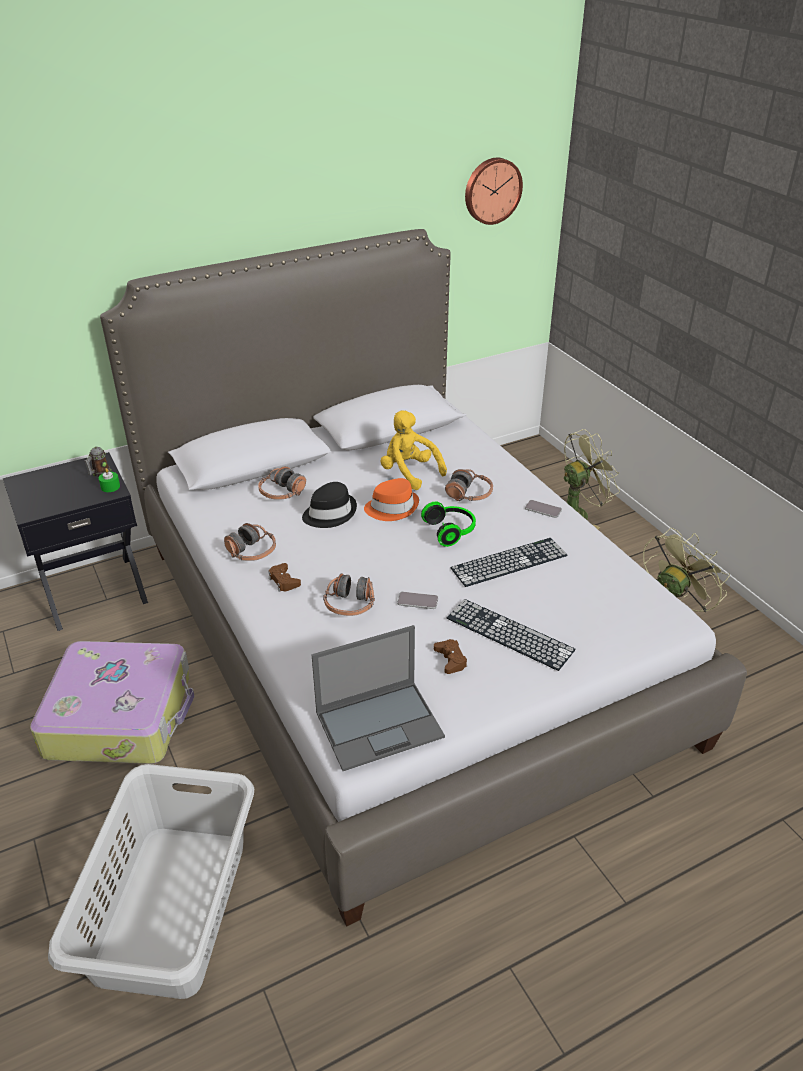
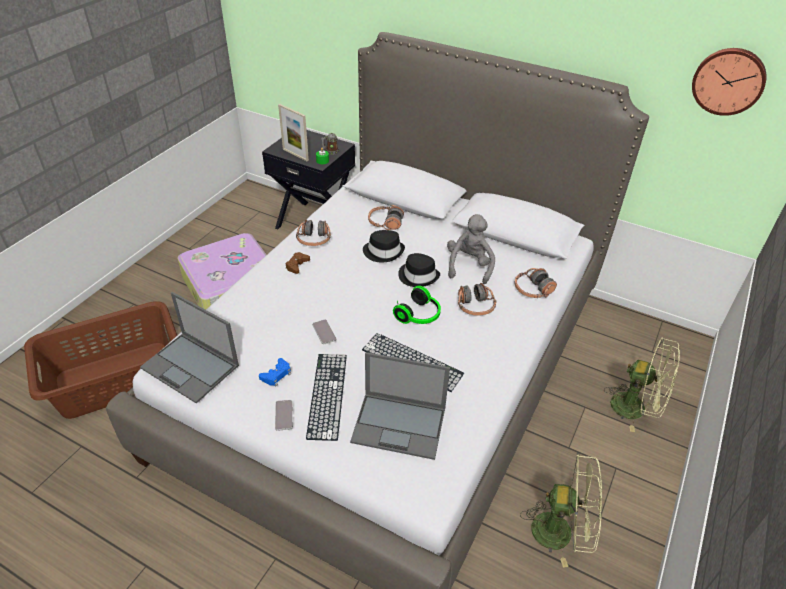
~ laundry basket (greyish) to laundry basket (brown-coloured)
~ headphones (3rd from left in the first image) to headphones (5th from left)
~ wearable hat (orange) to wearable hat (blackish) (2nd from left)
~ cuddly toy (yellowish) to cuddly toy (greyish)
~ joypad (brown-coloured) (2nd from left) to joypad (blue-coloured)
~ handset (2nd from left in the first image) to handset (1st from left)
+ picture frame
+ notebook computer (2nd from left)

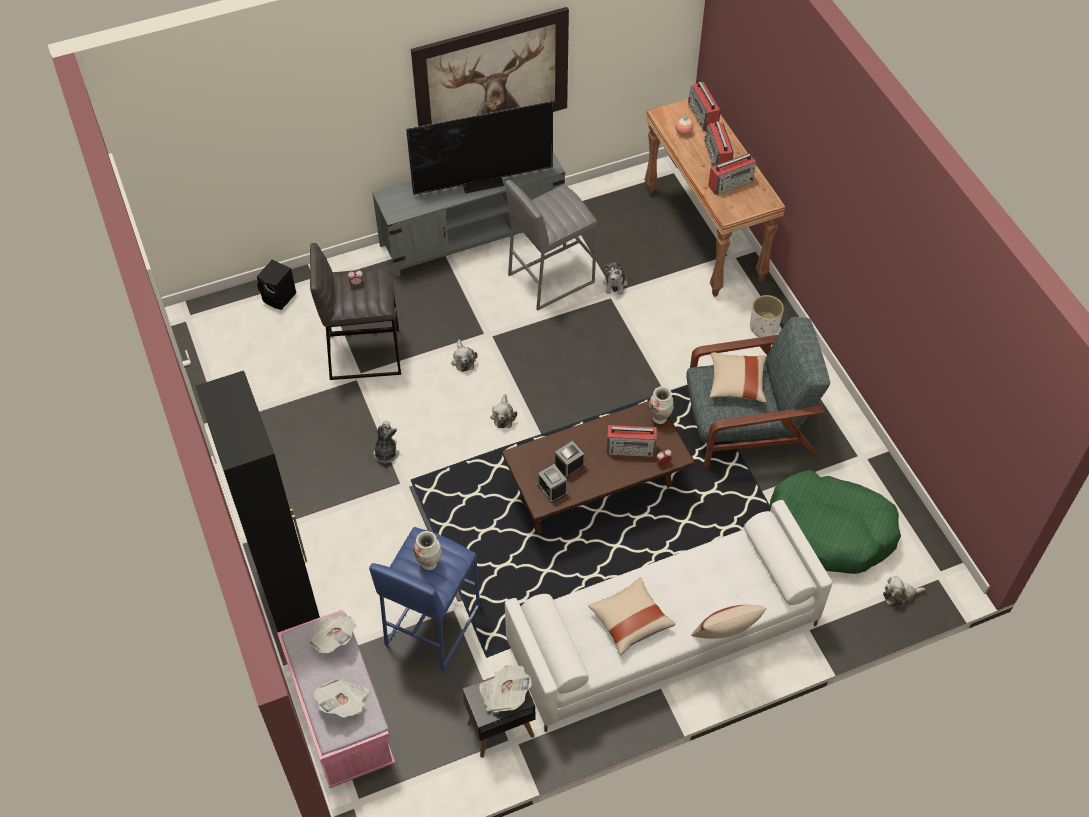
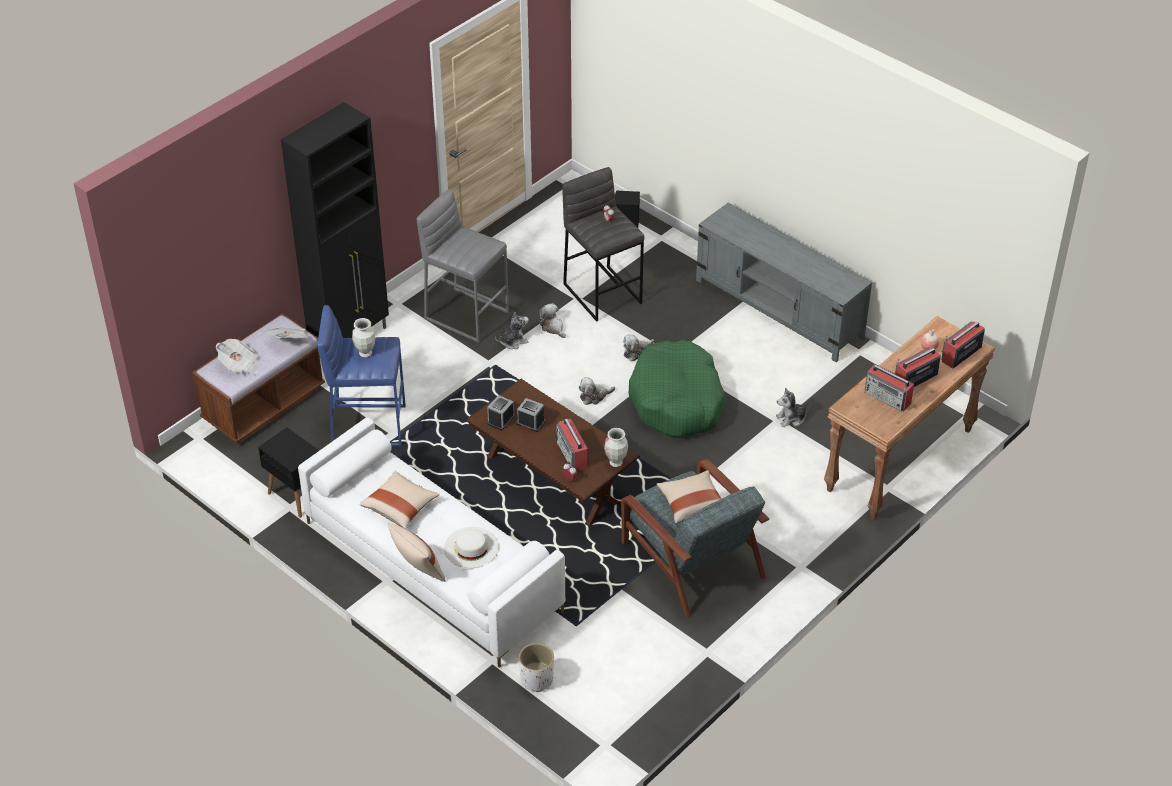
~ indoor bench (pink-coloured) to indoor bench (brown-coloured)
- TV
- wall art
- newspaper (3rd from left)
~ sitting stool (greyish) (2nd from left in the first image) to sitting stool (greyish) (1st from left)
~ flower pot (white-coloured)
~ pet bed (greenish)
~ cuddly toy (5th from left in the first image) to cuddly toy (2nd from left)
+ wearable hat (white-coloured)

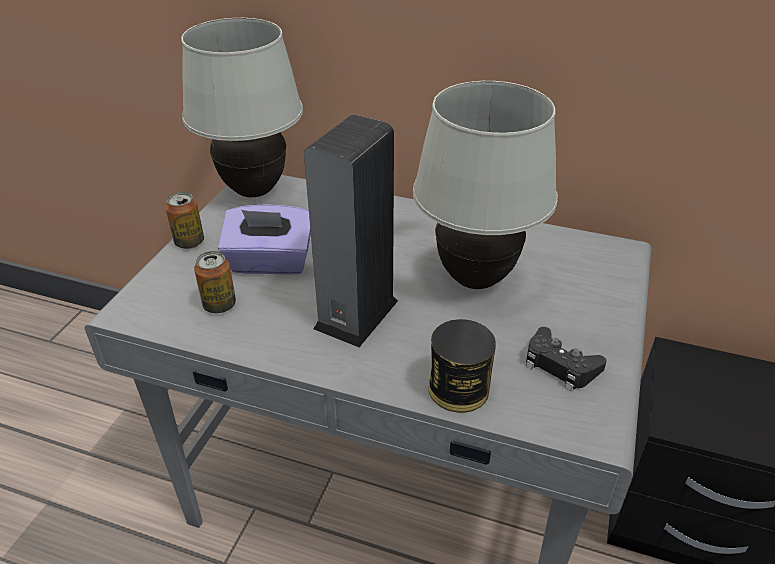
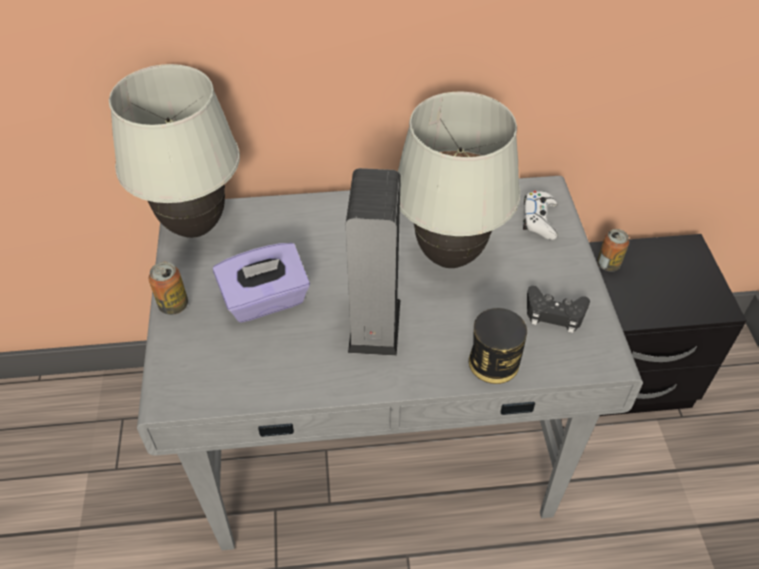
~ sealed can (2nd from left in the first image) to sealed can (3rd from left)
+ joypad (white-coloured)

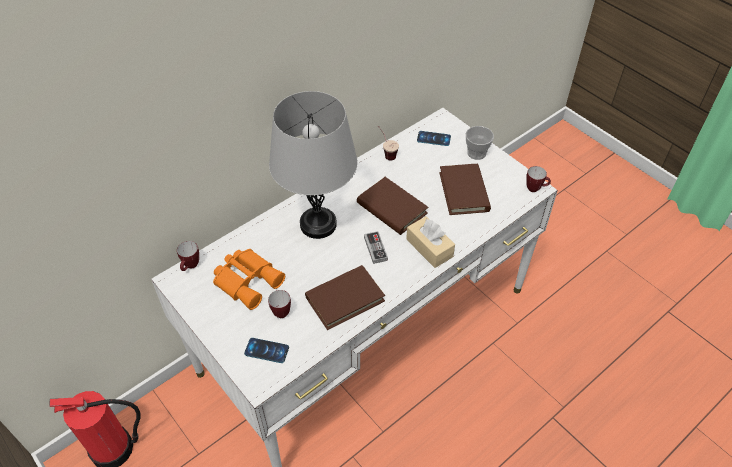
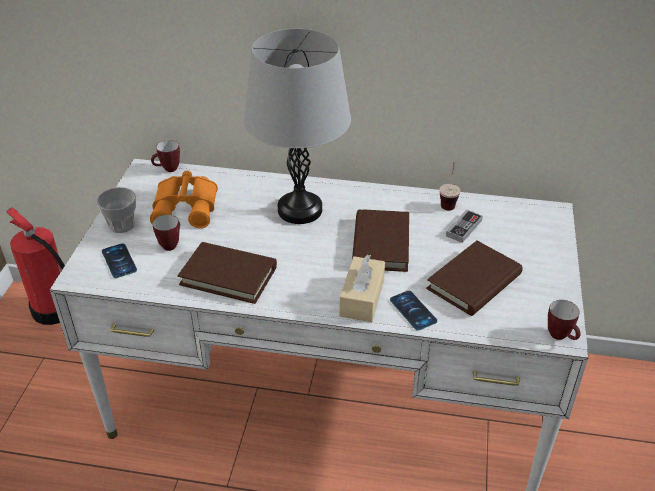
~ joypad
~ handset (2nd from left)
~ cup (2nd from left in the first image) to cup (1st from left)

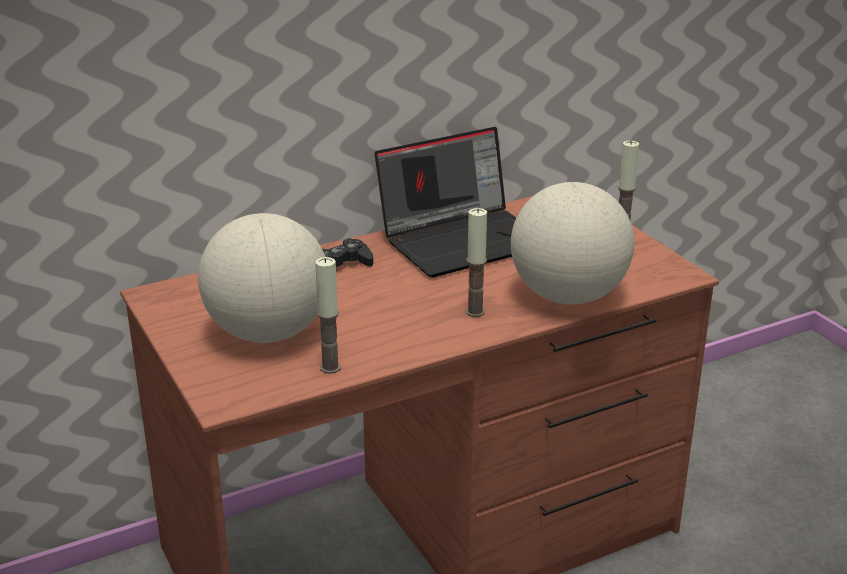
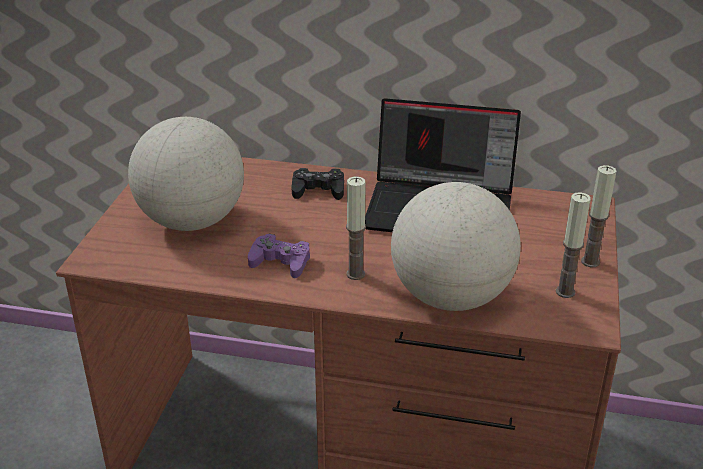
~ candle (1st from left in the first image) to candle (2nd from left)
+ joypad (purple)

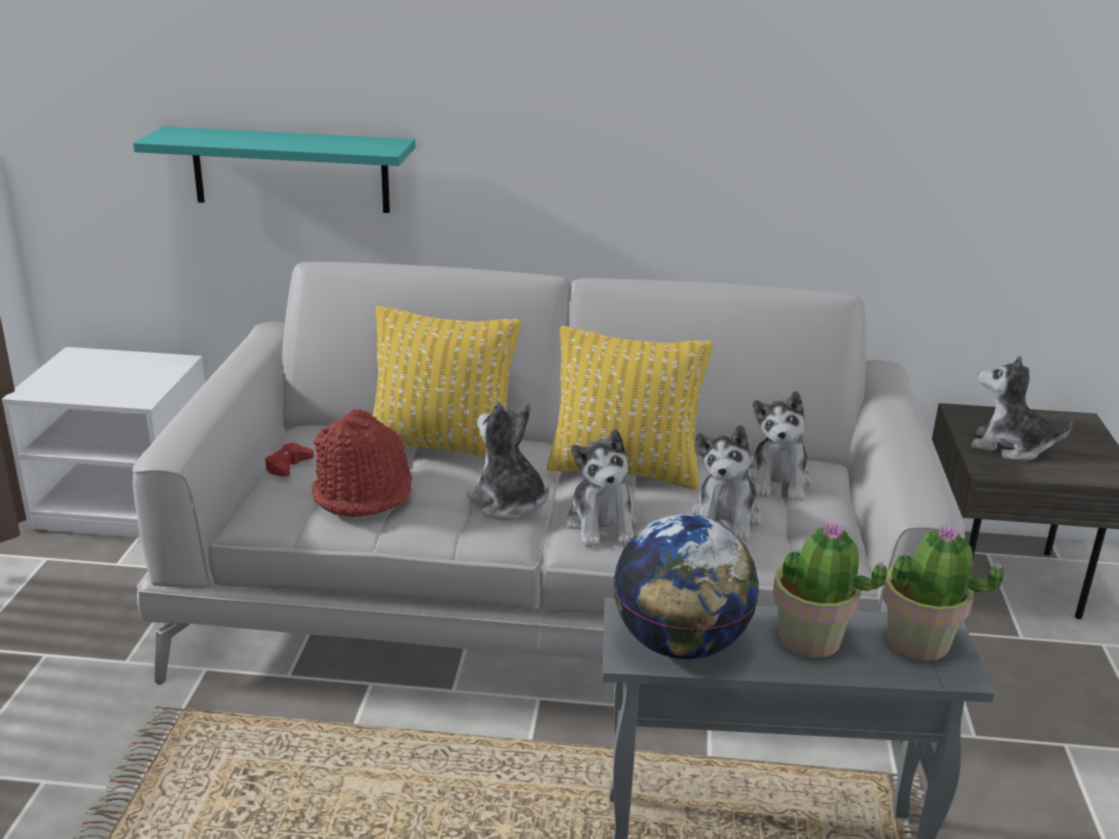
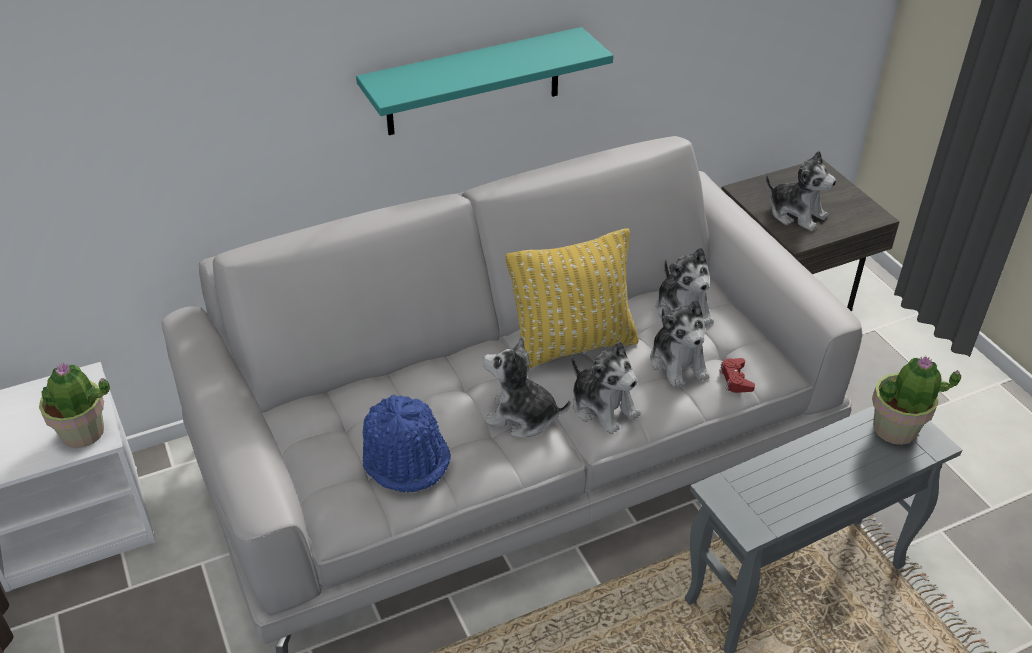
~ shelf (turquoise)
~ joypad (red)
~ wearable hat (red) to wearable hat (blue-coloured)
- throw pillow (yellowish) (1st from left)
- world globe
~ potted plant (1st from left)
~ cuddly toy (5th from left) 135 degrees counterclockwise

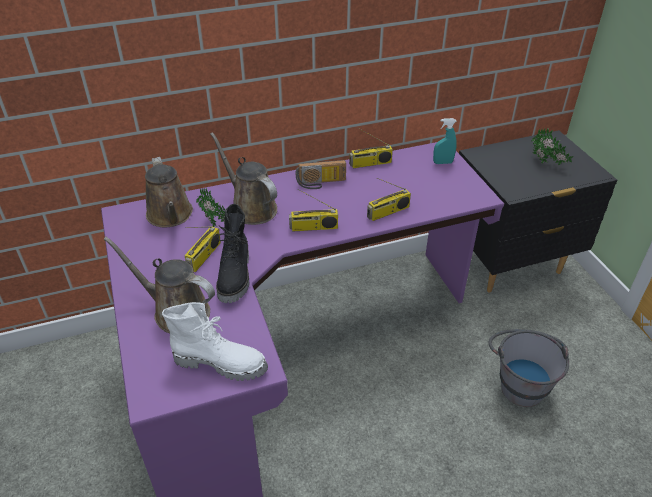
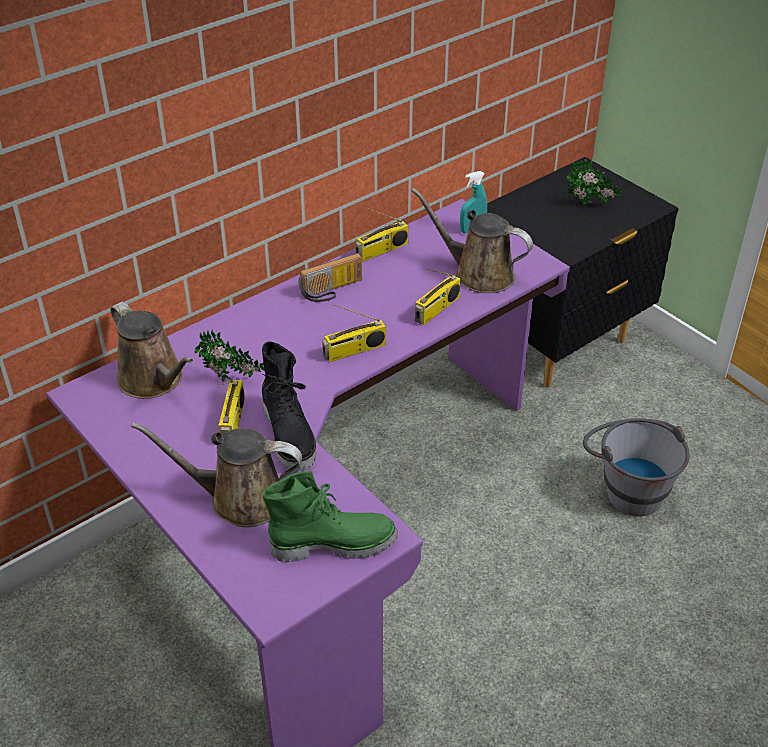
~ tall boot (white-coloured) to tall boot (greenish)
~ watering can (brown-coloured) (3rd from left)

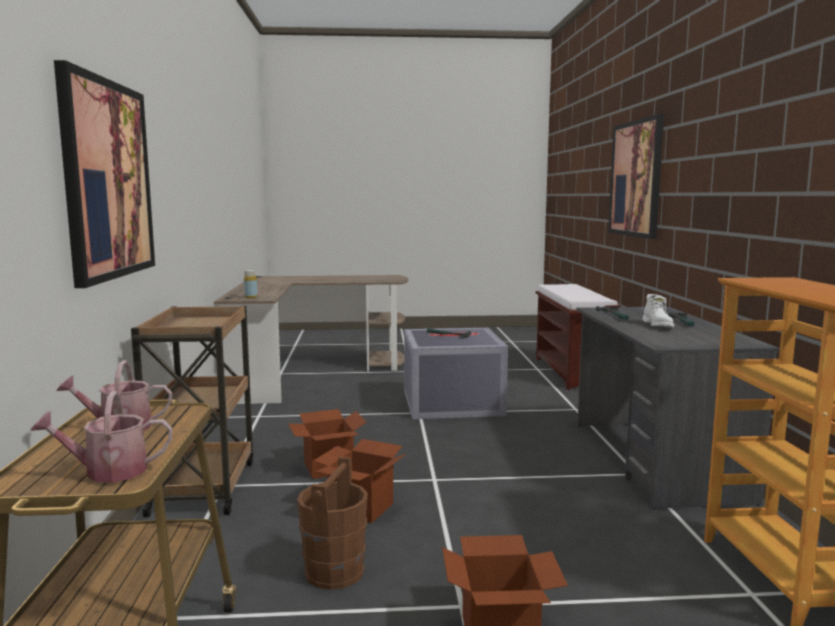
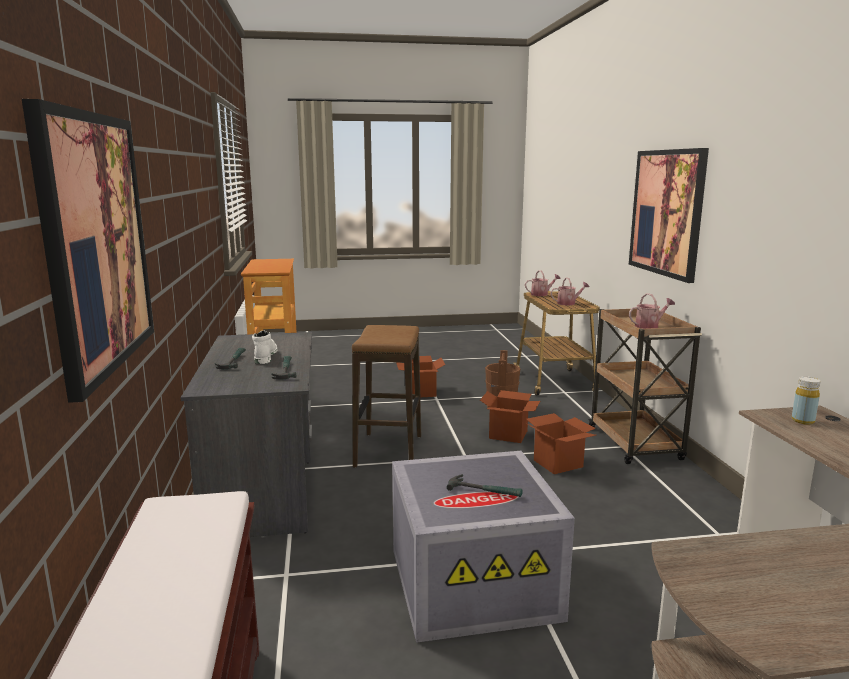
+ sitting stool
+ watering can (3rd from left)

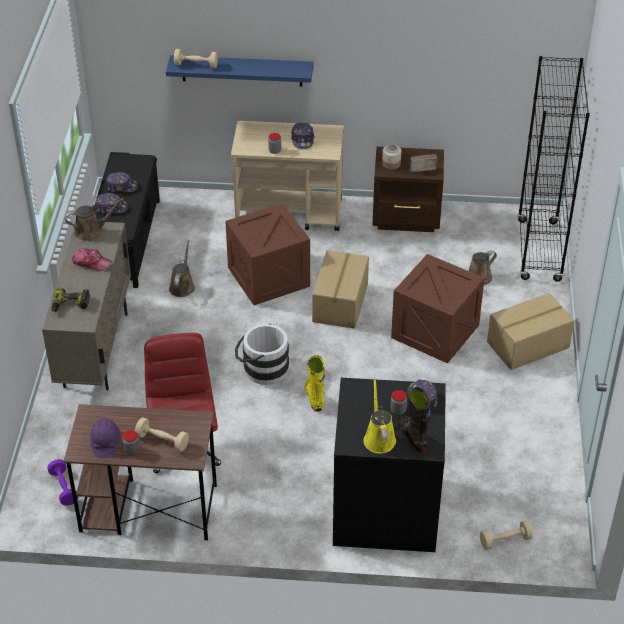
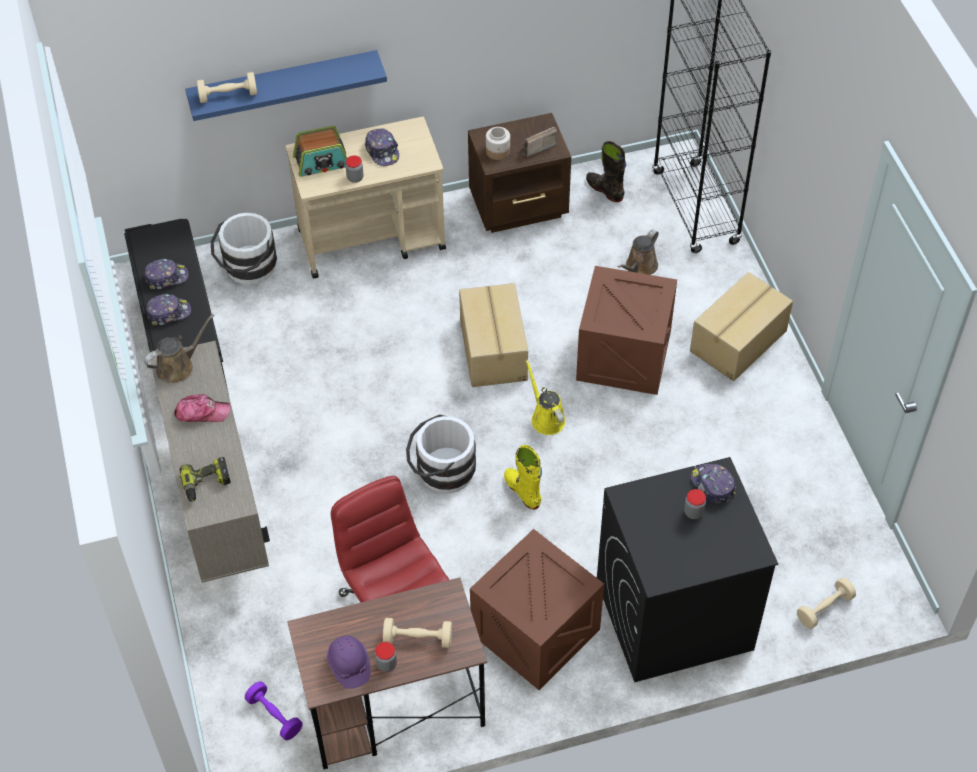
- watering can (brown-coloured) (2nd from left)
~ packing crate (1st from left)
~ watering can (yellowish)
~ tall boot (blackish)
+ pail (white-coloured) (1st from left)
+ radio set (1st from left)

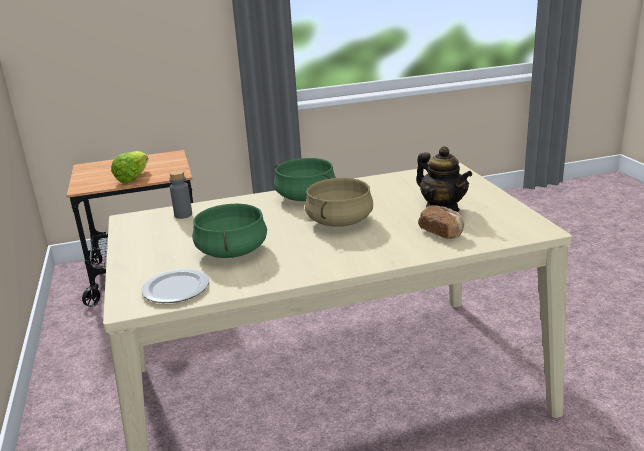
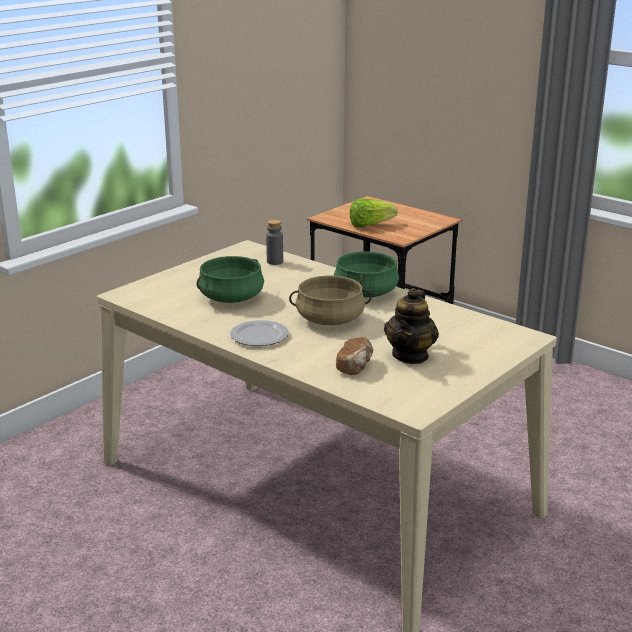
~ flat dish

